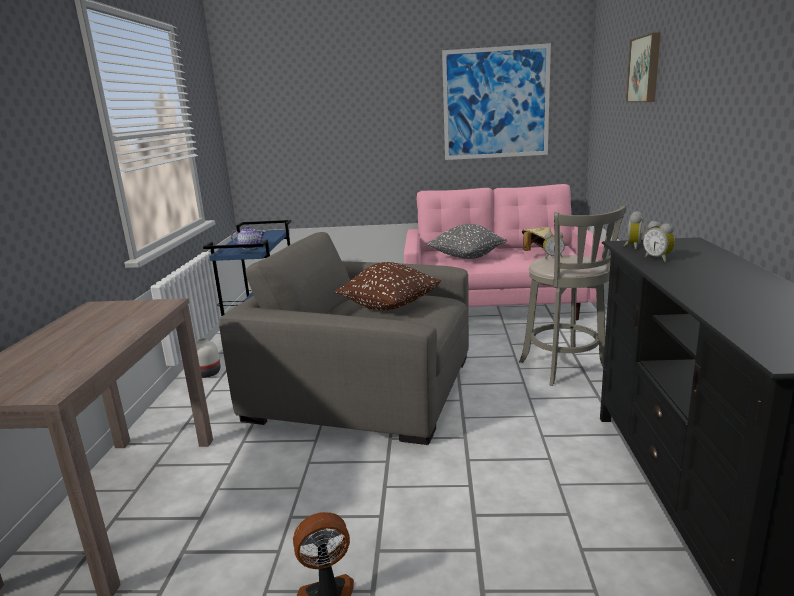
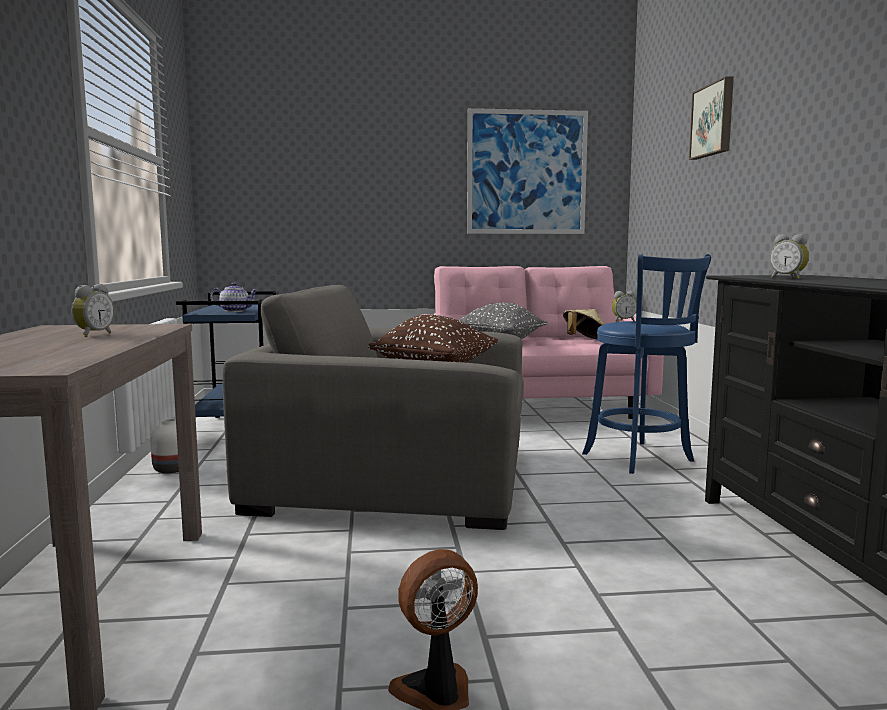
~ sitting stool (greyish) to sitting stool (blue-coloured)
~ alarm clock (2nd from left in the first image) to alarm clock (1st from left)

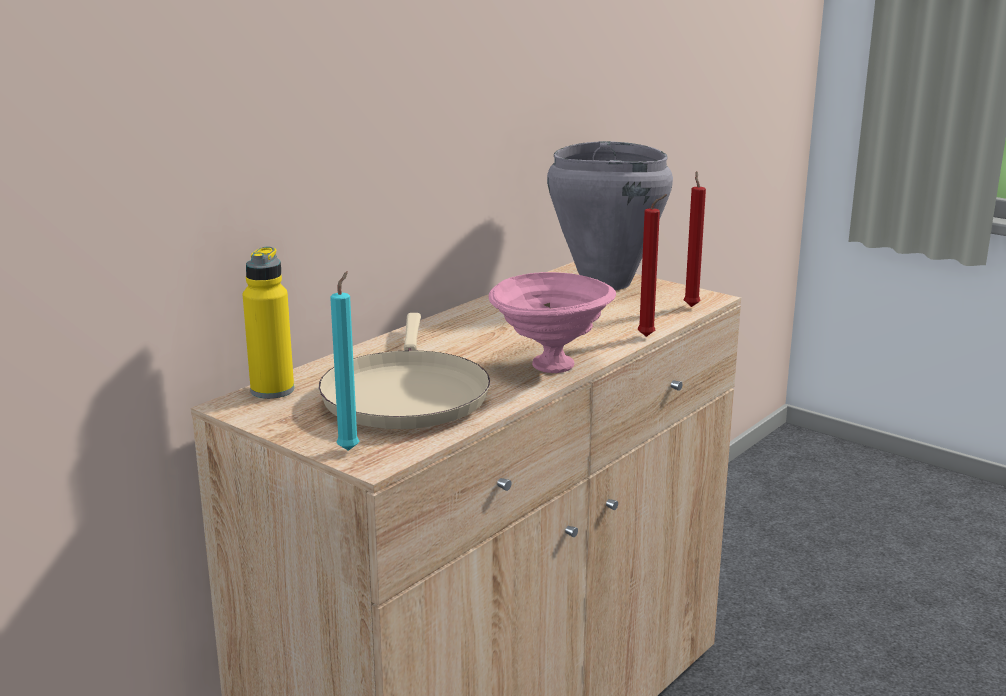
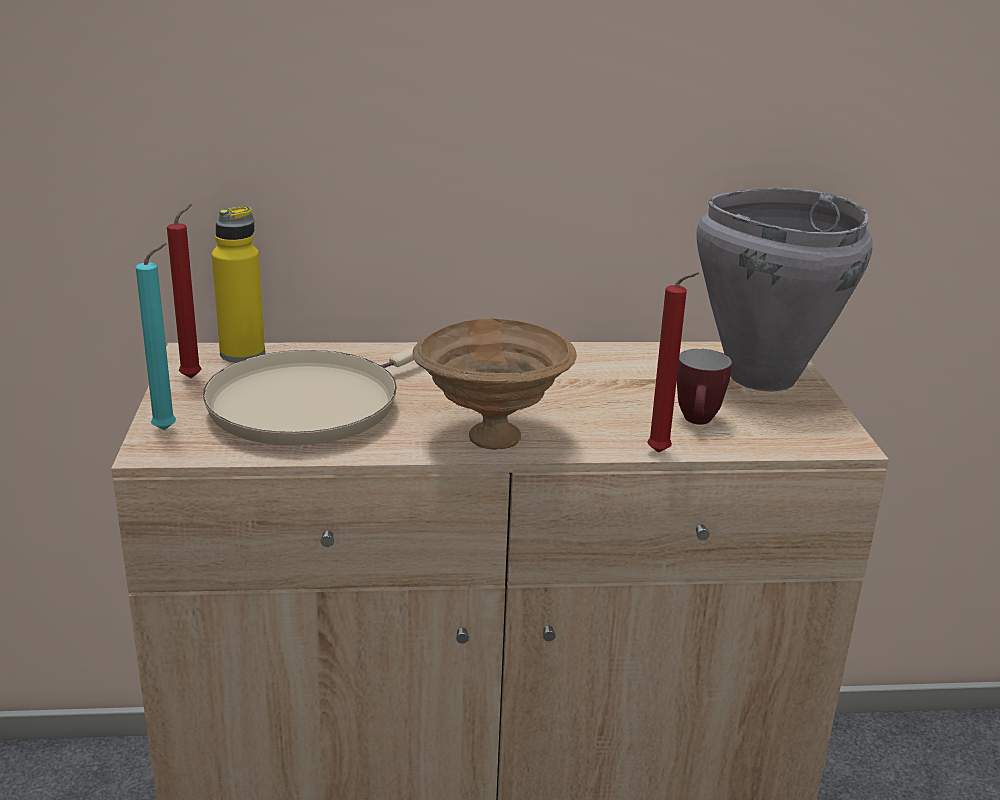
~ serving bowl (pink-coloured) to serving bowl (brown-coloured)
~ candle (red) (2nd from left in the first image) to candle (red) (1st from left)
+ coffee mug

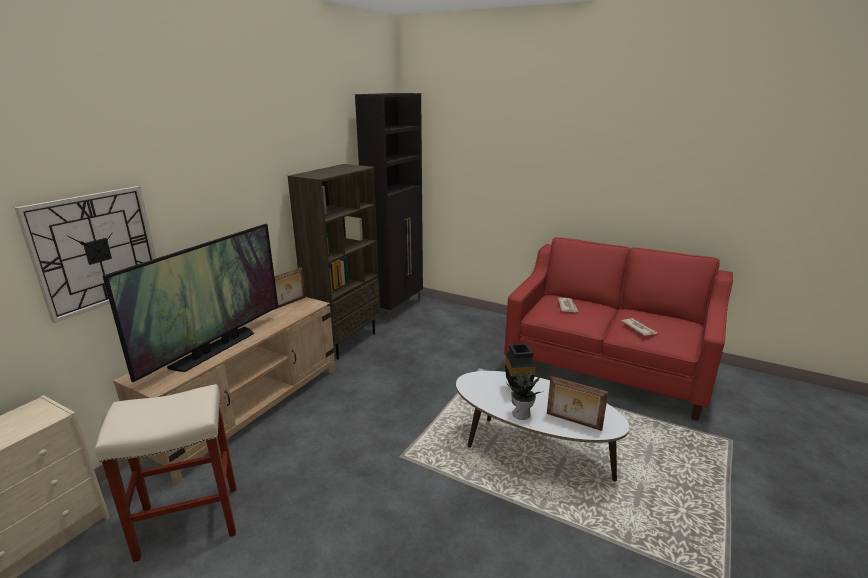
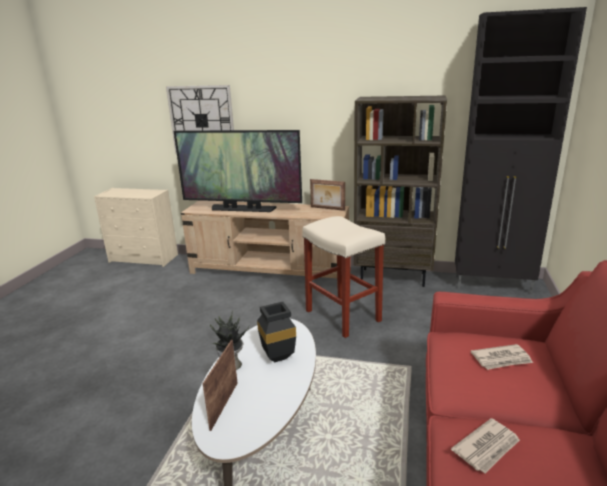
~ sitting stool (beige)

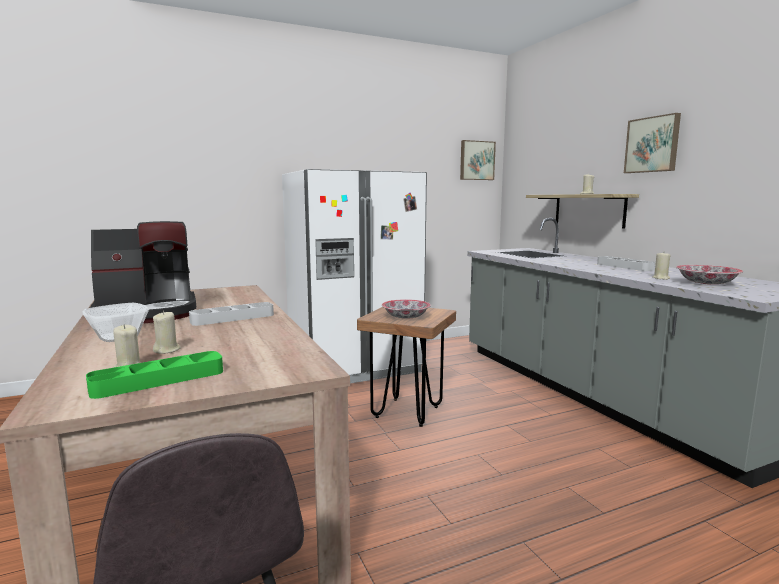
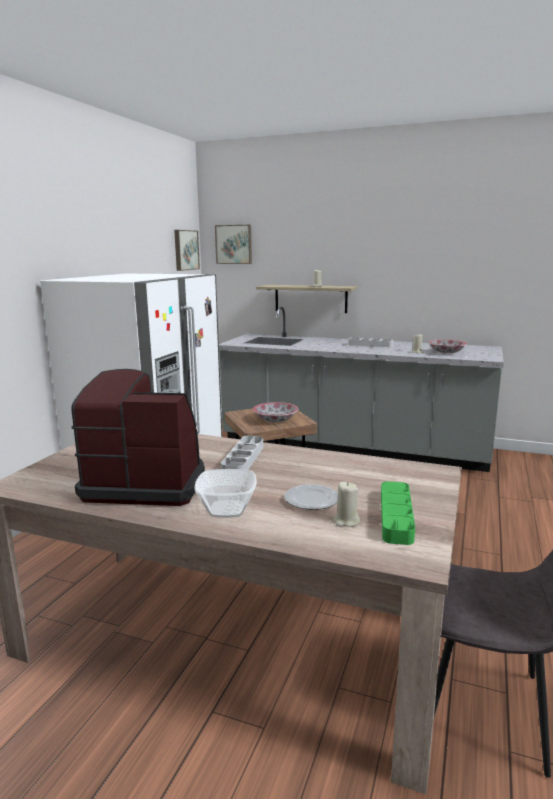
~ coffee machine 105 degrees counterclockwise
~ candle (beige) (2nd from left) to flat dish
~ wall art (2nd from left)

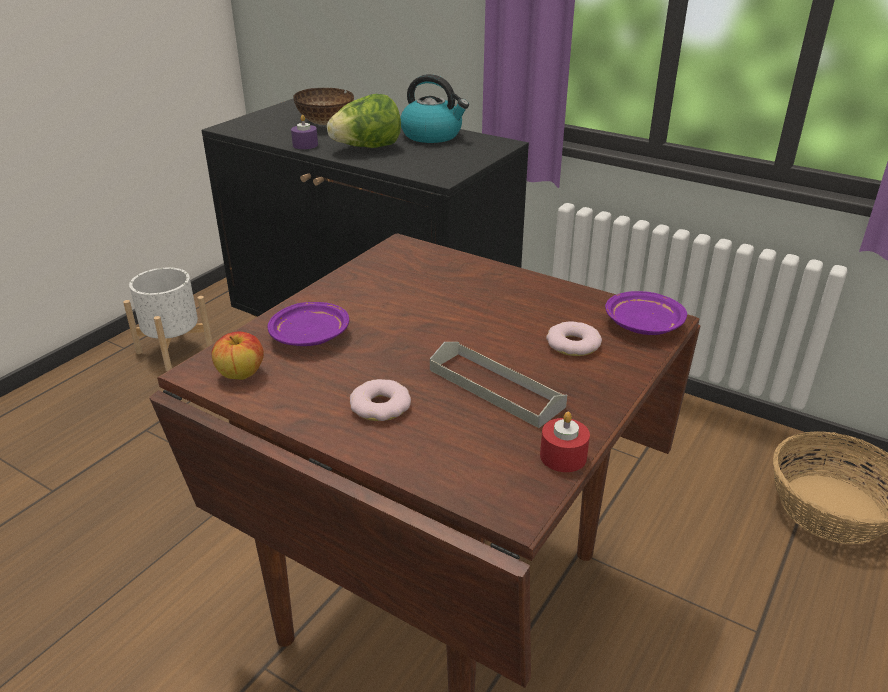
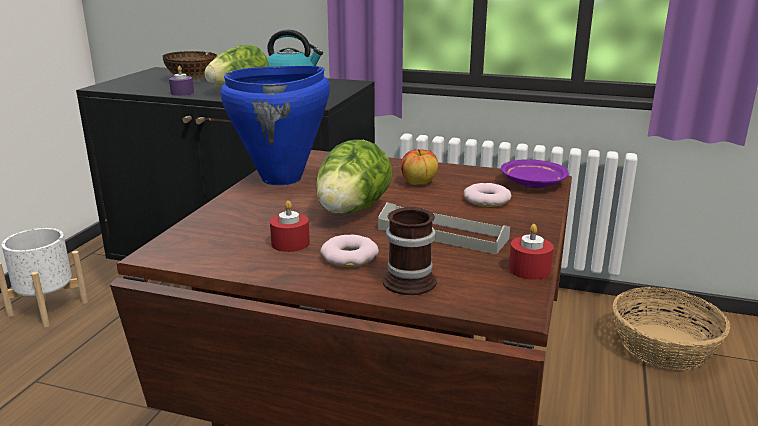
~ apple fruit
- flat dish (purple) (1st from left)
+ cooking pot (blue-coloured)
+ candle (red) (1st from left)
+ lettuce (2nd from left)
+ coffee mug

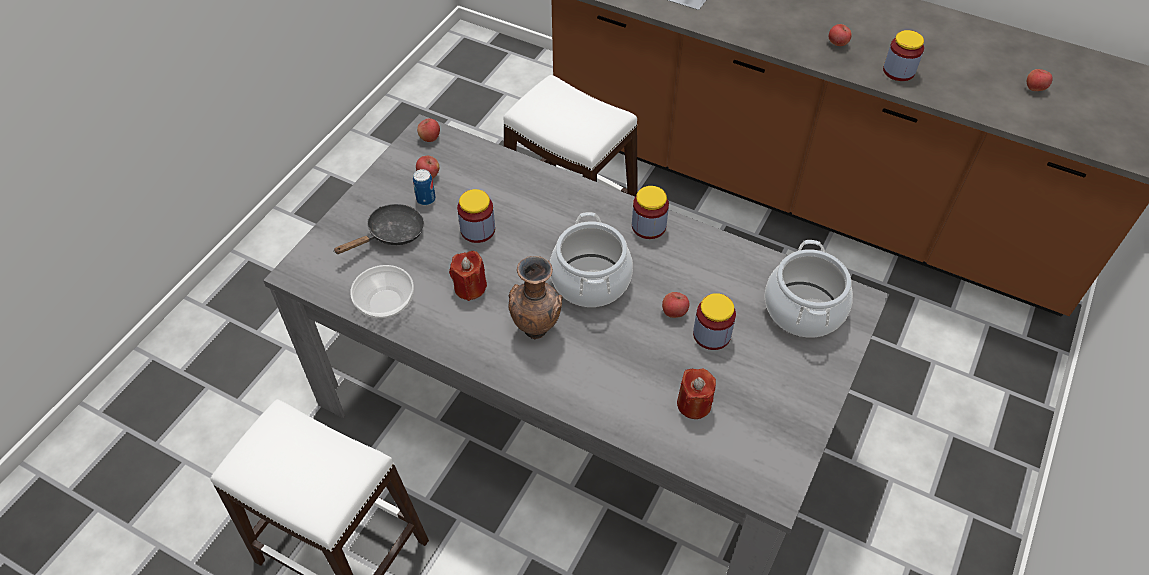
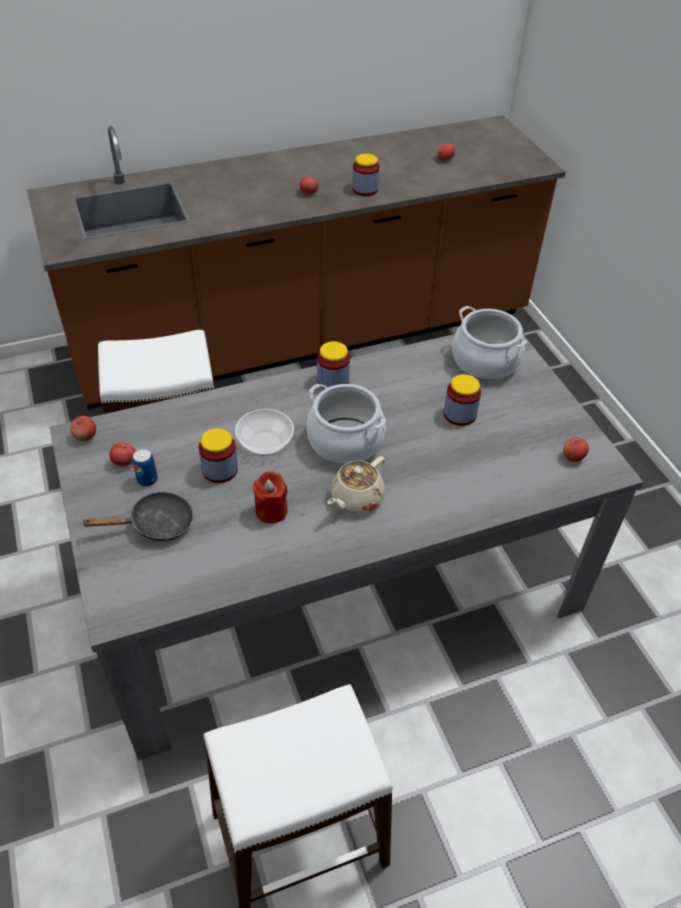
~ skillet (blackish) 75 degrees clockwise
~ serving bowl
~ vase (brown-coloured) to teapot (beige)
~ apple fruit (3rd from left in the first image) to apple fruit (5th from left)
- candle (red) (2nd from left)

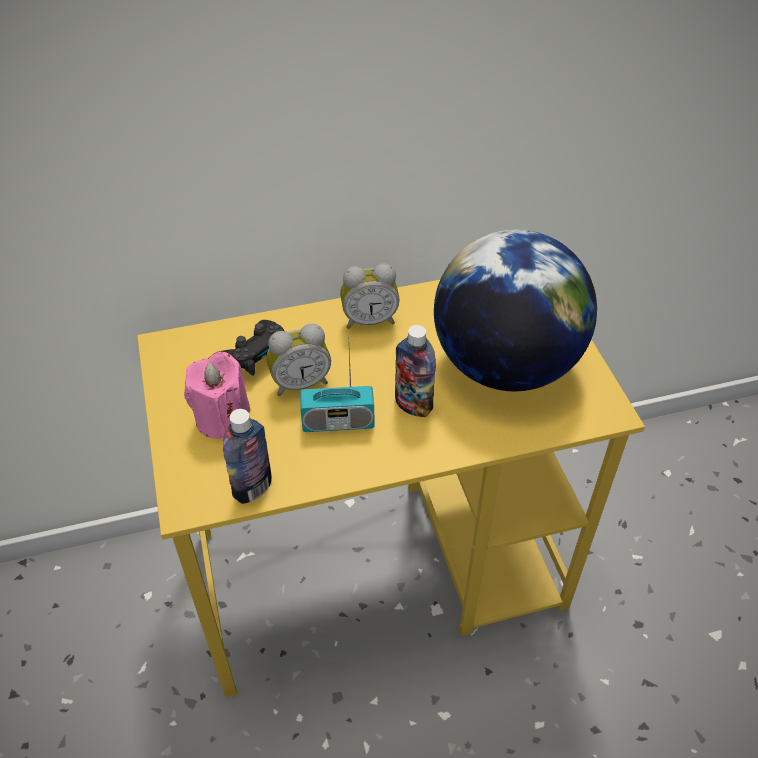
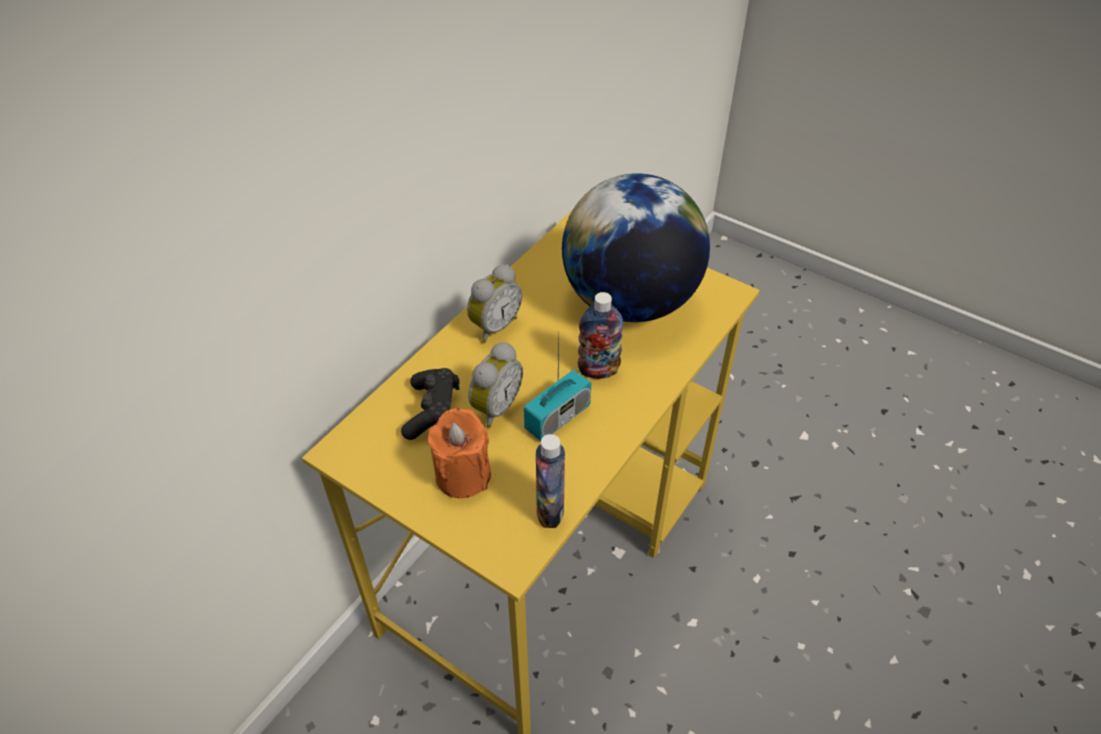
~ candle (pink-coloured) to candle (orange)

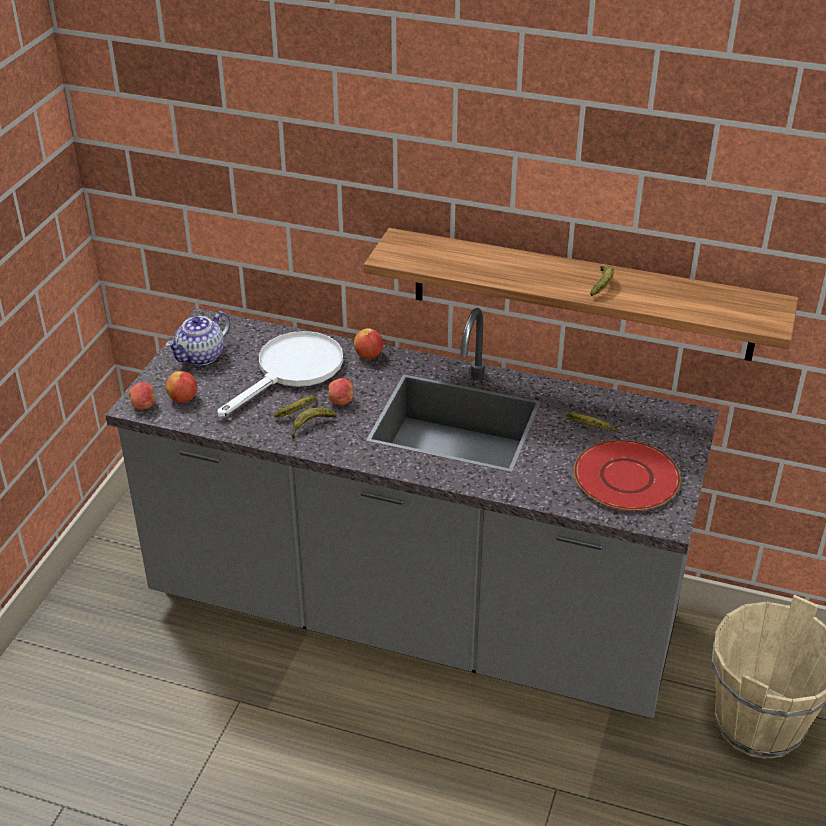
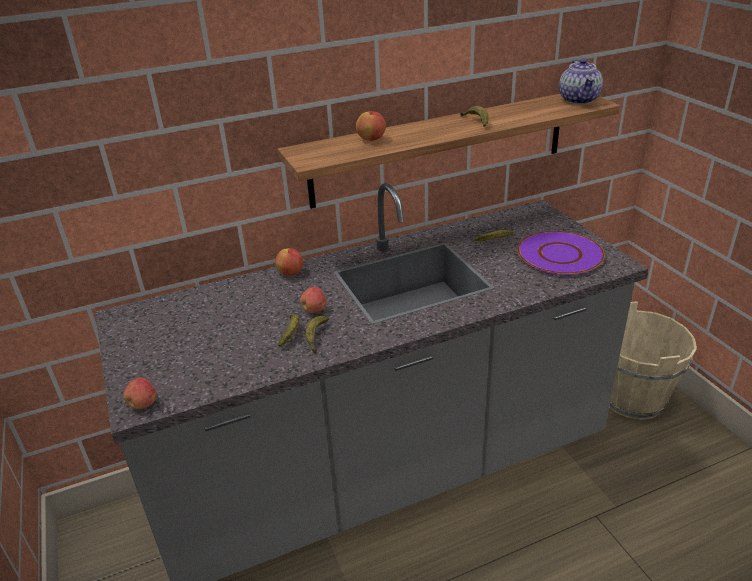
~ apple fruit (2nd from left in the first image) to apple fruit (4th from left)
~ teapot
- skillet (white-coloured)
~ flat dish (red) to flat dish (purple)

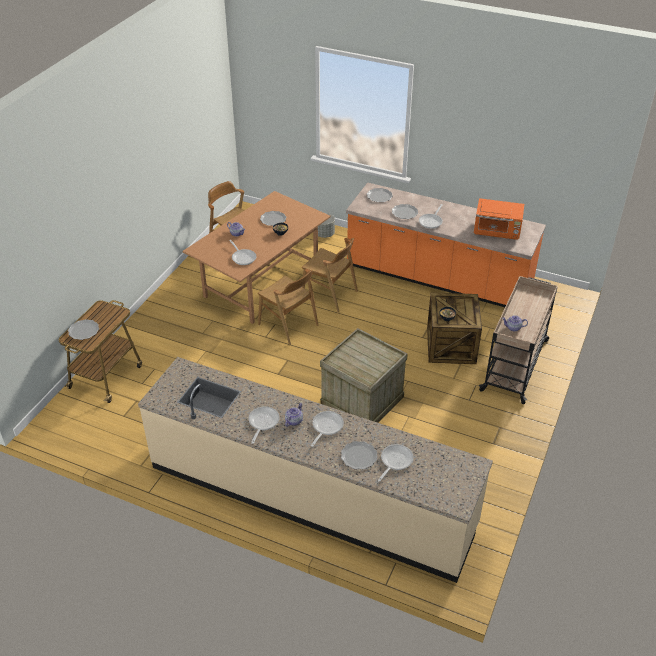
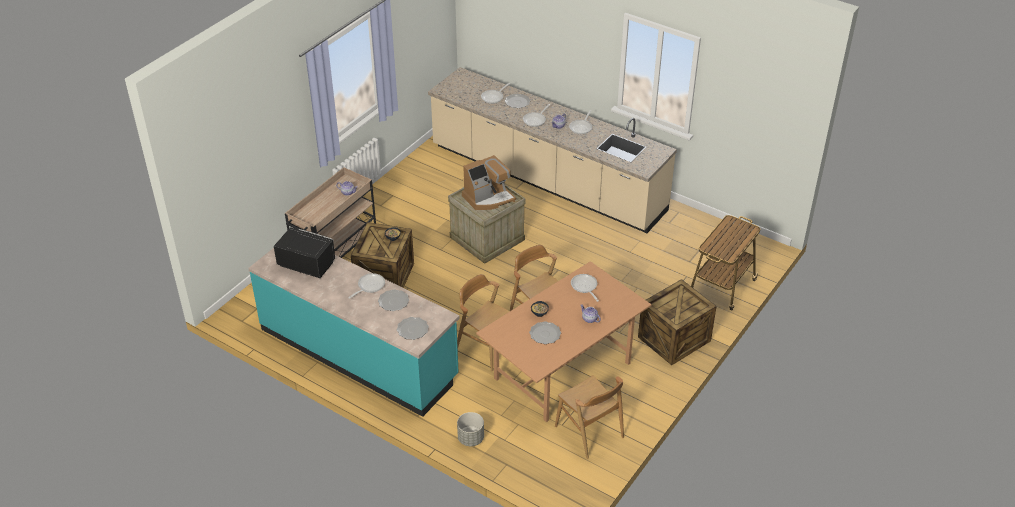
- flat dish (1st from left)
~ kitchen base unit (orange) to kitchen base unit (turquoise)
~ microwave oven (orange) to microwave oven (blackish)
+ coffee machine
+ packing crate (3rd from left)

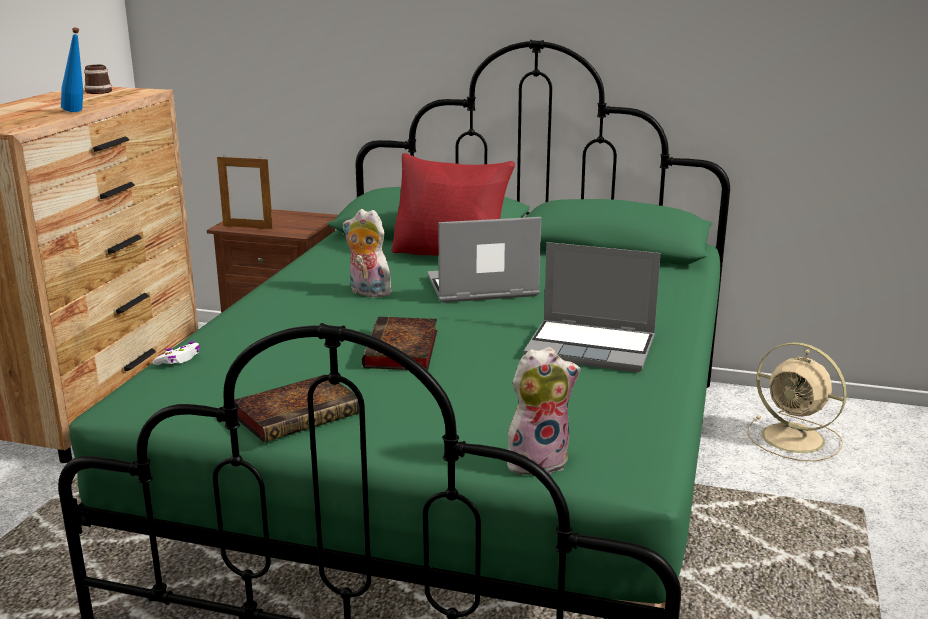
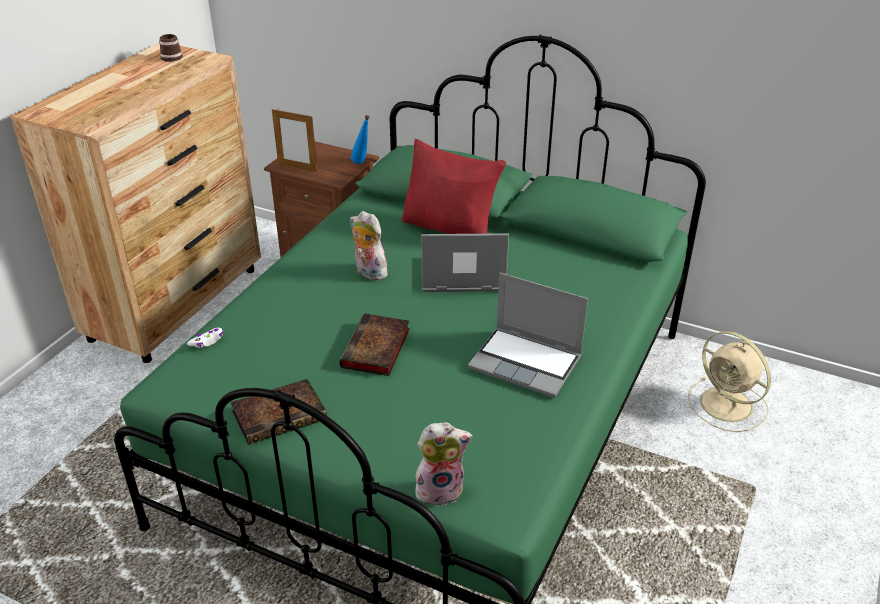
~ bottle (blue-coloured)

